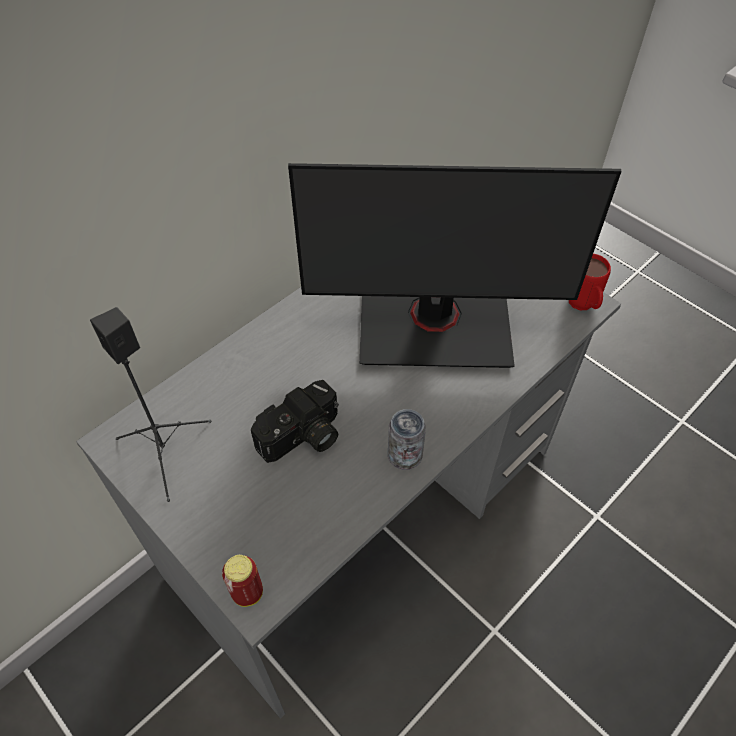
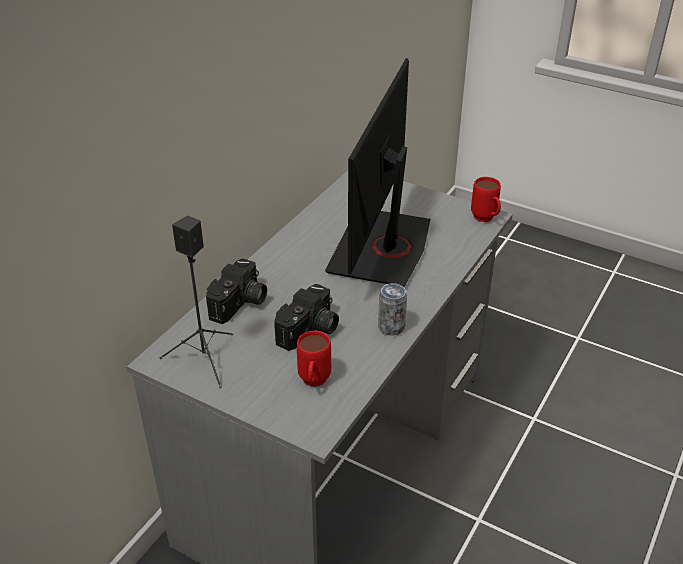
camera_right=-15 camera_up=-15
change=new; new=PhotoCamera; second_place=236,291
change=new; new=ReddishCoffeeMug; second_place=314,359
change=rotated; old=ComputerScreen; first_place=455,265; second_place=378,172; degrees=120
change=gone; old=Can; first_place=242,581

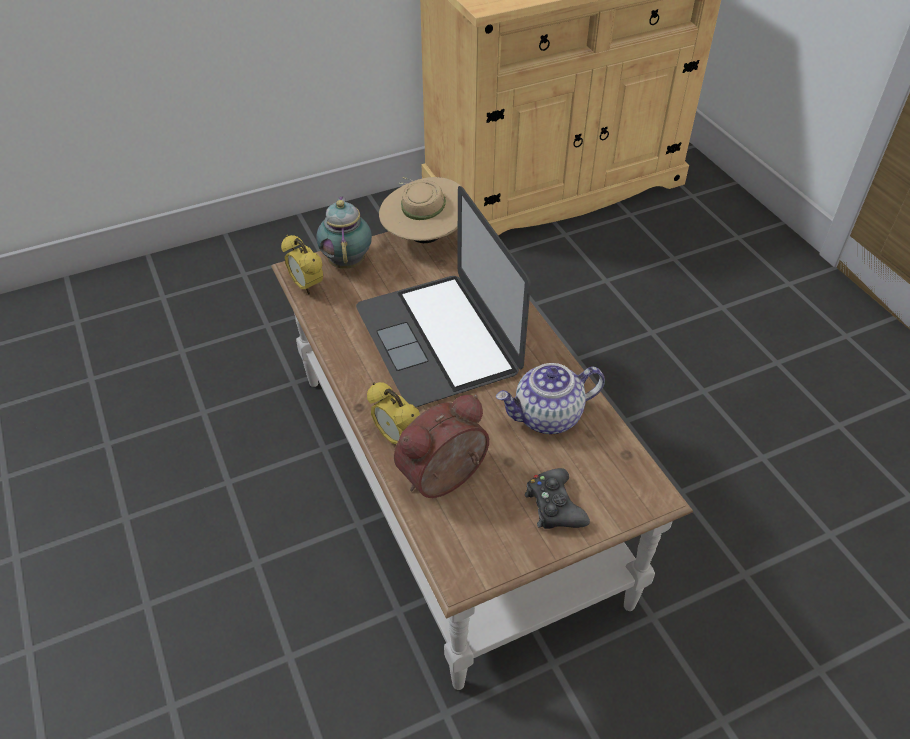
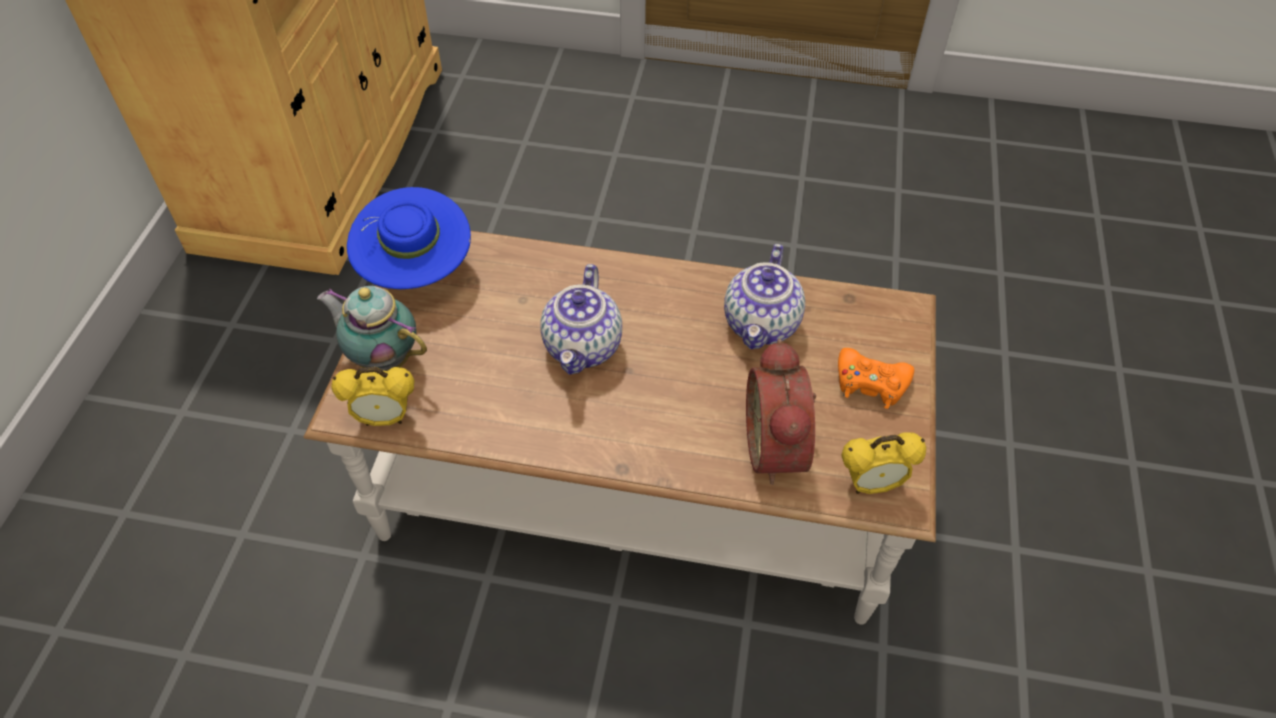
camera_right=-55 camera_up=5
change=repainted; old=BeigeColouredWearableHat; new=BlueColouredWearableHat; first_place=420,210; second_place=409,238
change=swapped; old=Laptop; new=PotForTea; first_place=443,296; second_place=581,319
change=repainted; old=BlackGamepad; new=OrangeColouredGamepad; first_place=557,498; second_place=876,378
change=shifted; old=AlarmClock; first_place=393,413; second_place=883,463

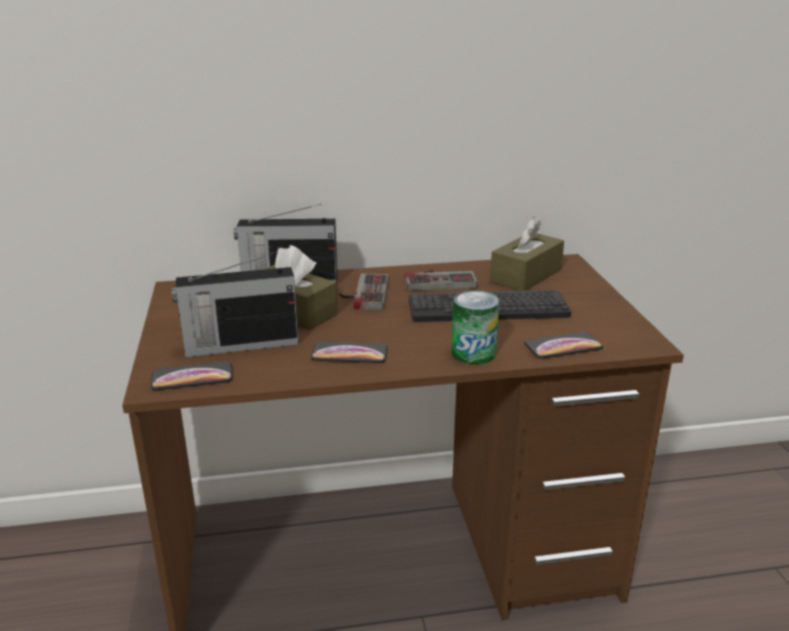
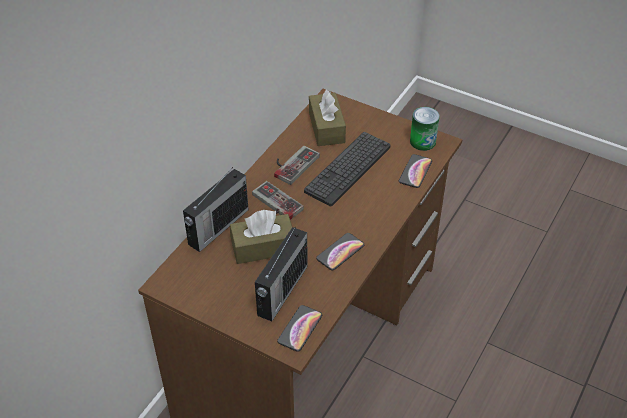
camera_right=-50 camera_up=20
change=shifted; old=Can; first_place=476,327; second_place=425,129

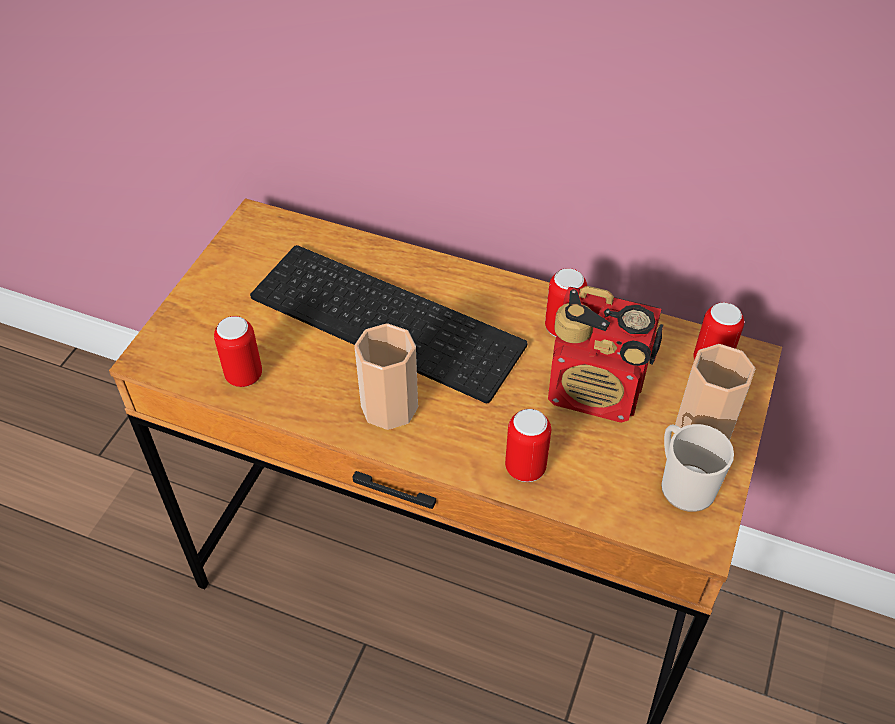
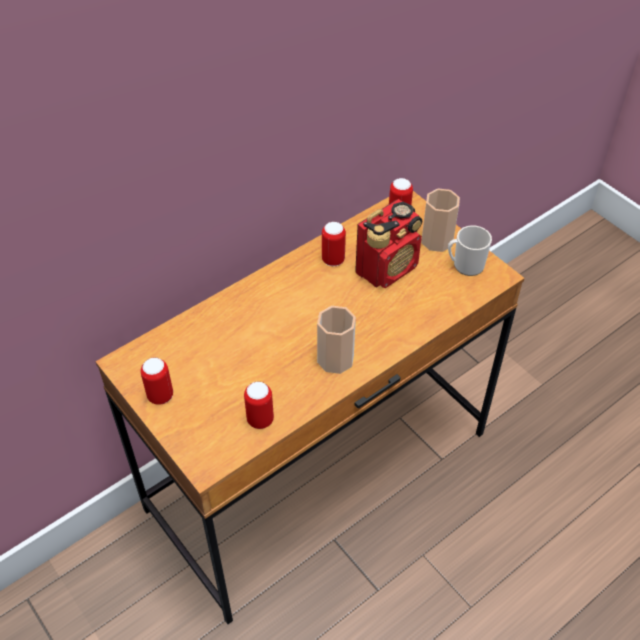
camera_right=-60 camera_up=0
change=shifted; old=Can; first_place=528,445; second_place=157,381
change=gone; old=ComputerKeyboard; first_place=388,324

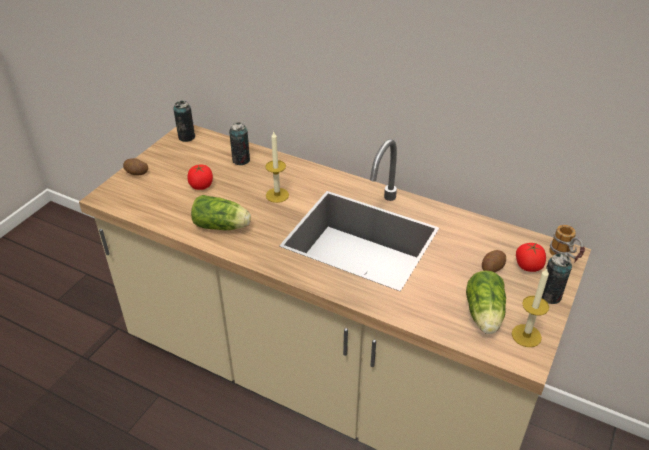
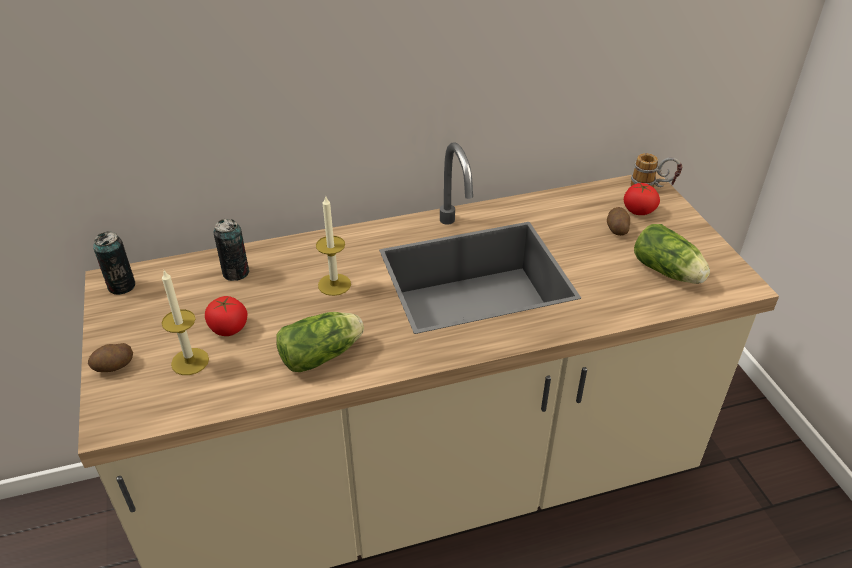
camera_right=-45 camera_up=0
change=shifted; old=WaxLight; first_place=530,307; second_place=185,322
change=gone; old=Can; first_place=557,278

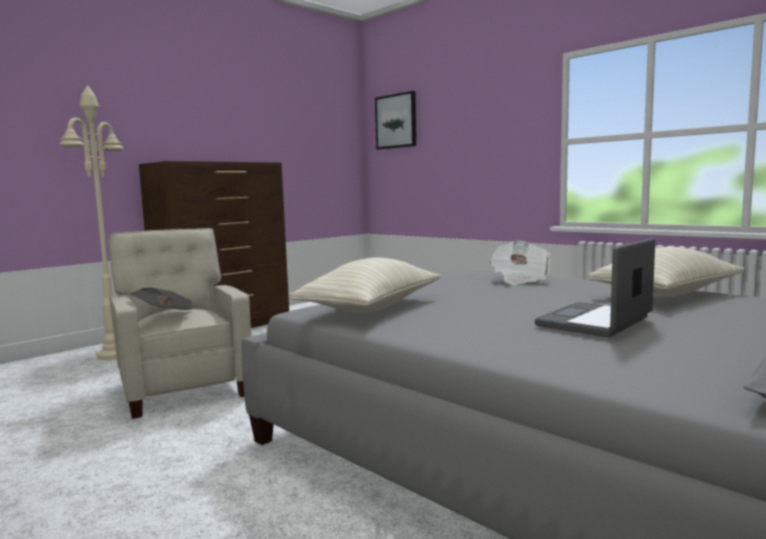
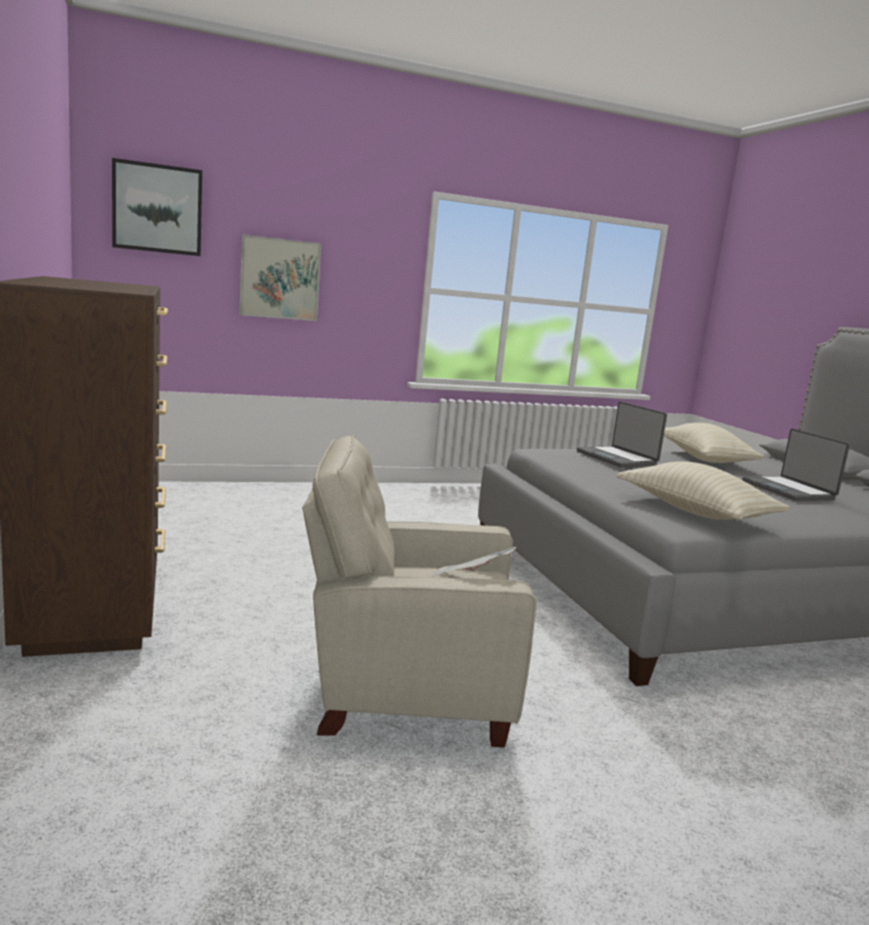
camera_right=-65 camera_up=5
change=new; new=WallPicture; second_place=280,277
change=swapped; old=PrintedPaper; new=Laptop; first_place=520,263; second_place=622,434
change=gone; old=BeigeColouredStandardLamp; first_place=91,222

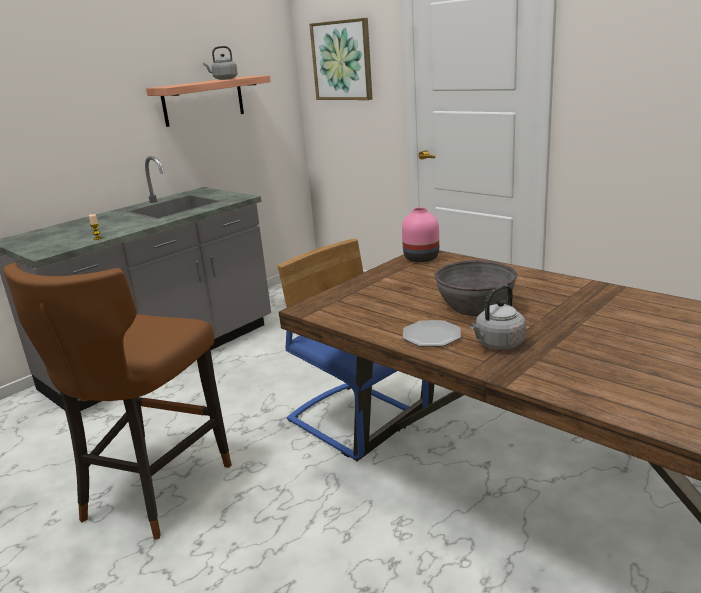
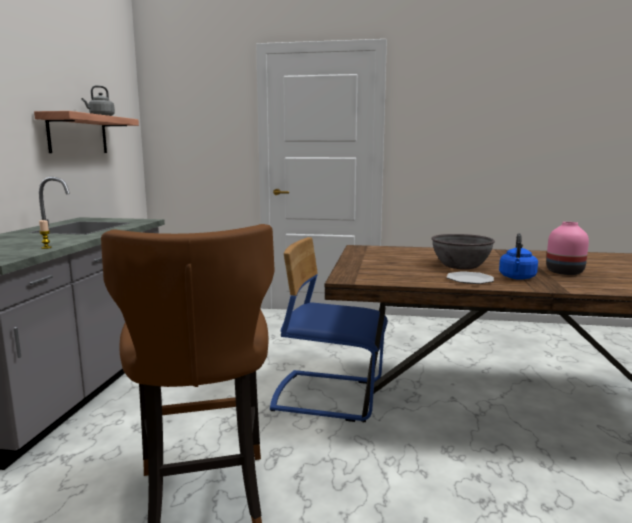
camera_right=-35 camera_up=-10
change=repainted; old=GreyKettle; new=BlueColouredKettle; first_place=497,317; second_place=518,256
change=shifted; old=PinkishDecorativeVase; first_place=420,234; second_place=567,248
change=gone; old=WallPicture; first_place=340,59

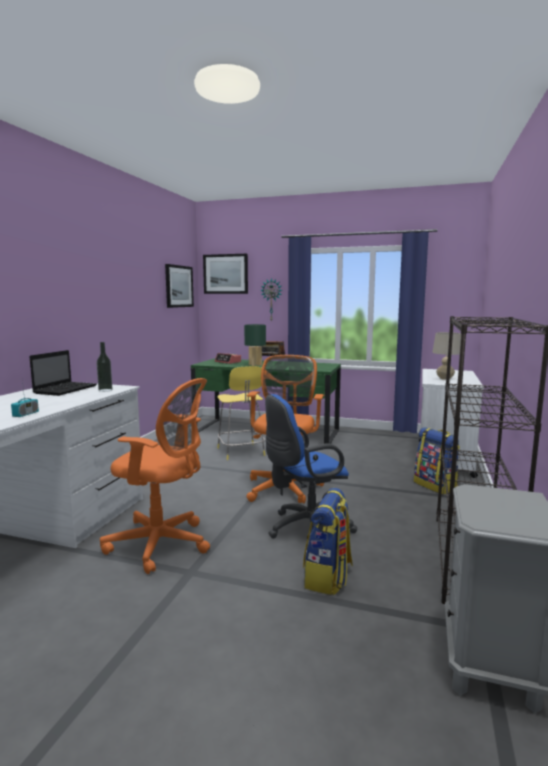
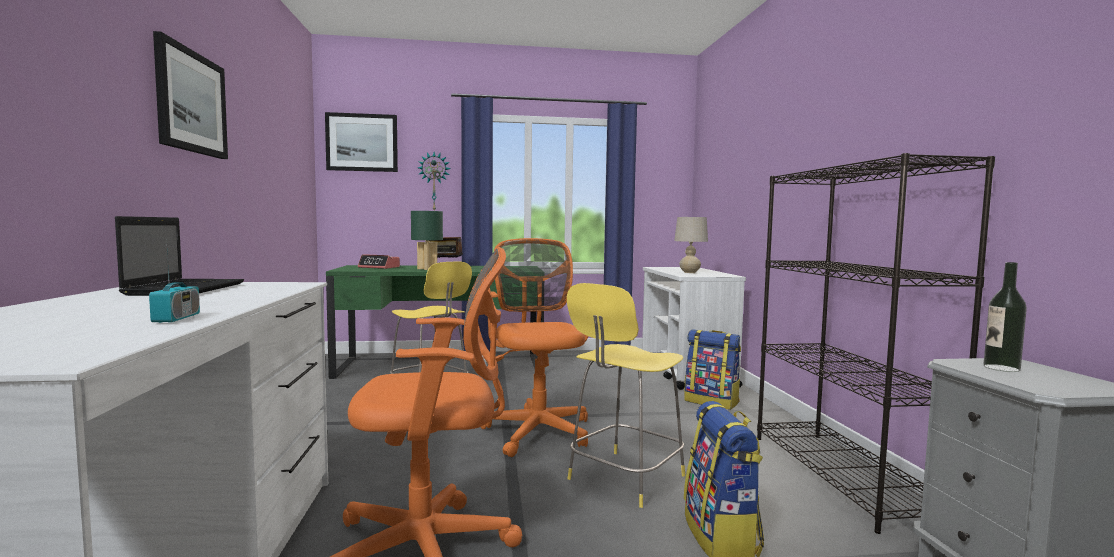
camera_right=-25 camera_up=-5
change=shifted; old=WallPicture; first_place=179,286; second_place=190,95
change=swapped; old=BlueColouredDeskChair; new=YellowishSittingStool; first_place=311,466; second_place=626,395
change=shifted; old=DrinkBottle; first_place=104,367; second_place=1005,317

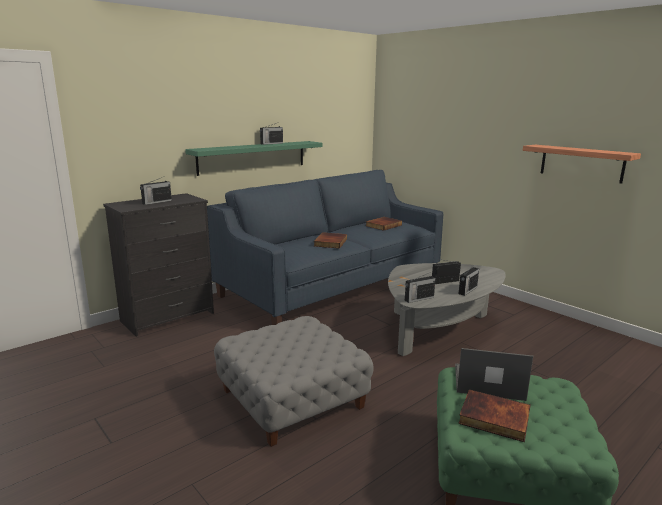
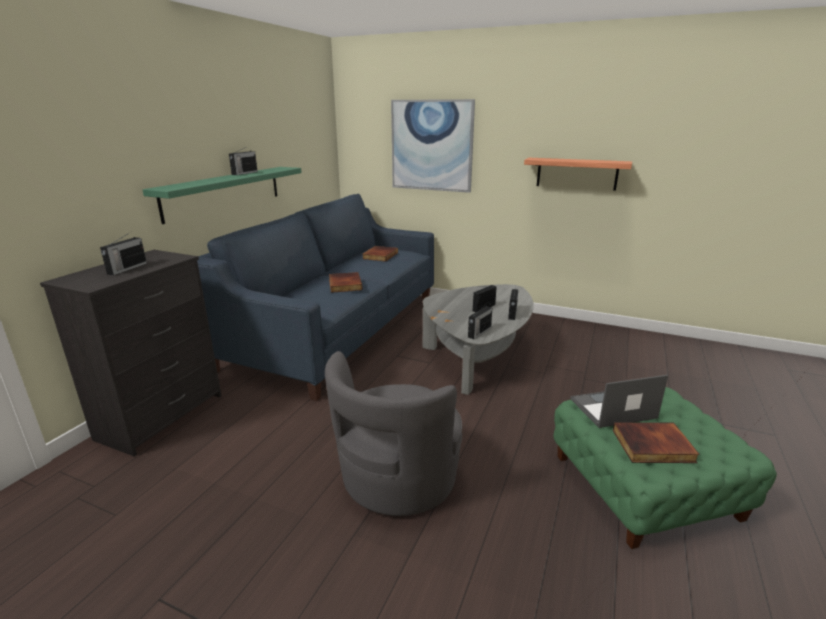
camera_right=-25 camera_up=5
change=swapped; old=GreyOttoman; new=GreyEasyChair; first_place=294,381; second_place=393,433
change=new; new=WallPicture; second_place=433,146

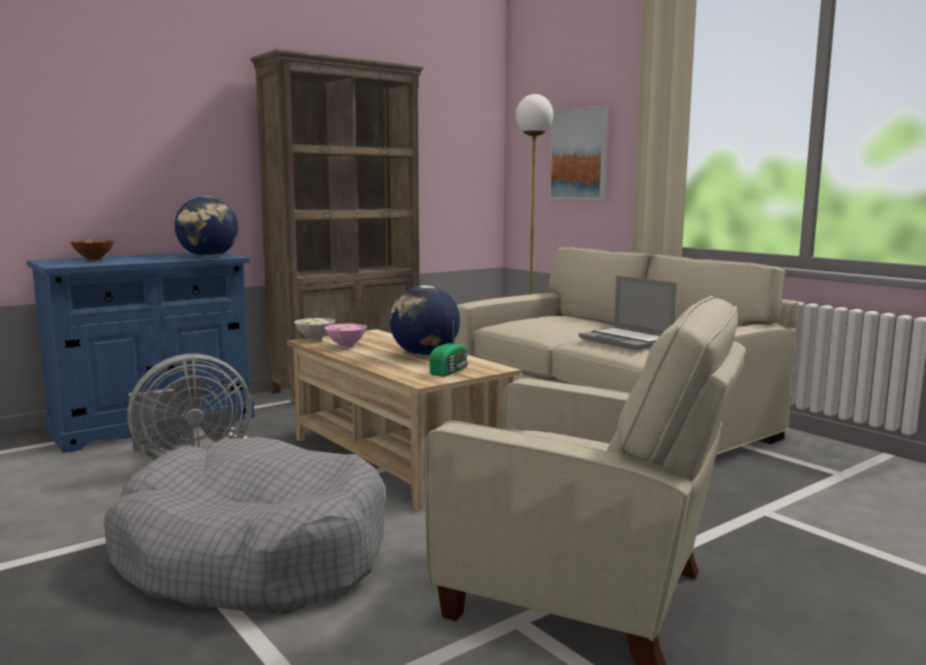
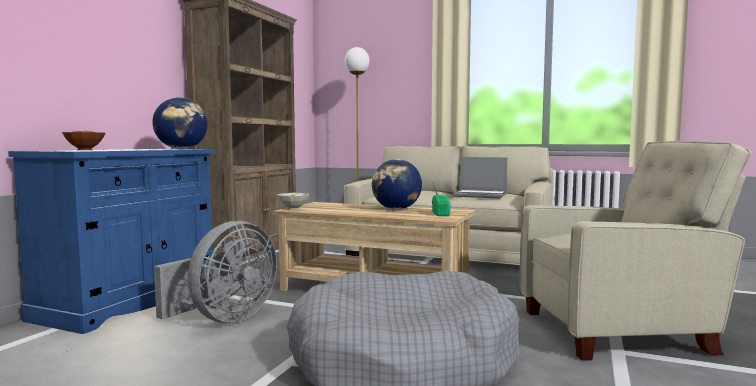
camera_right=-30 camera_up=-5
change=gone; old=PinkishServingBowl; first_place=346,335
change=gone; old=WallPicture; first_place=579,152

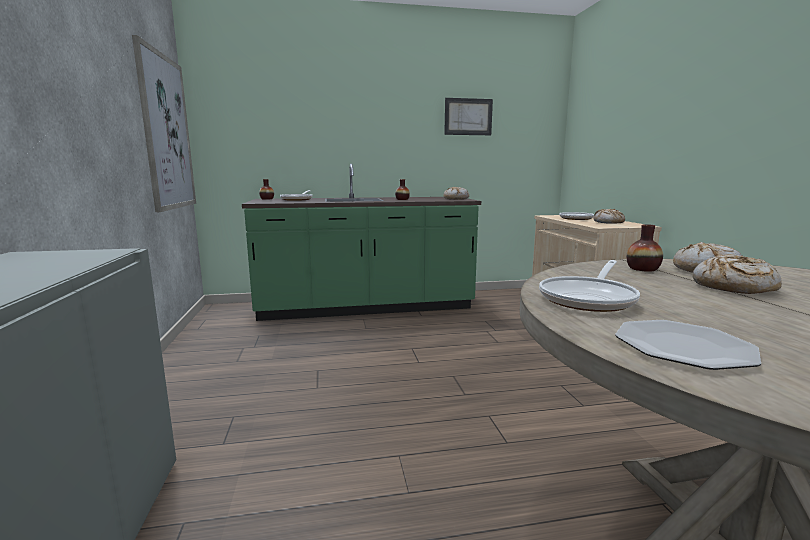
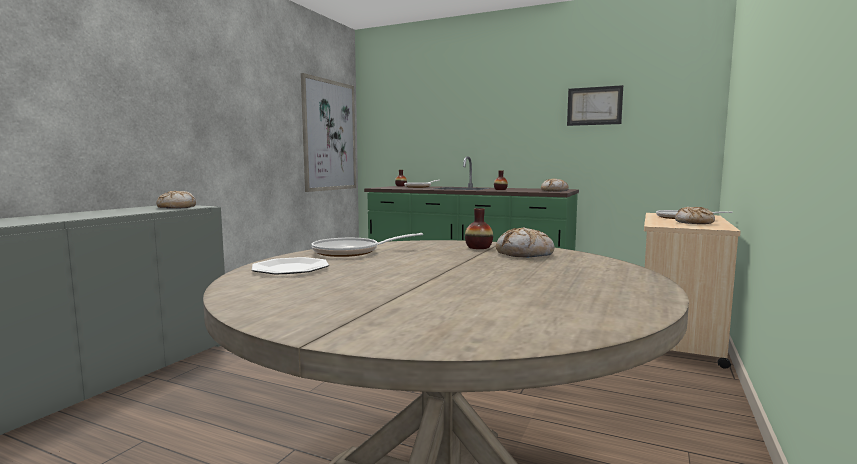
camera_right=35 camera_up=-5
change=shifted; old=Bread; first_place=737,274; second_place=176,200

